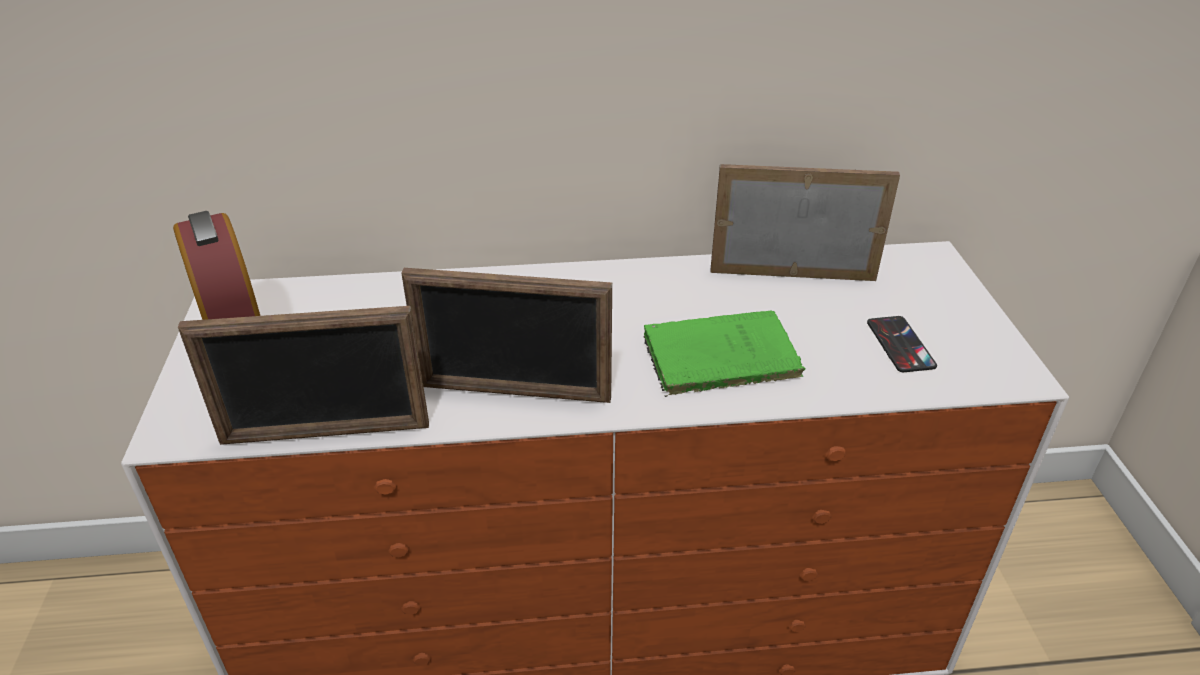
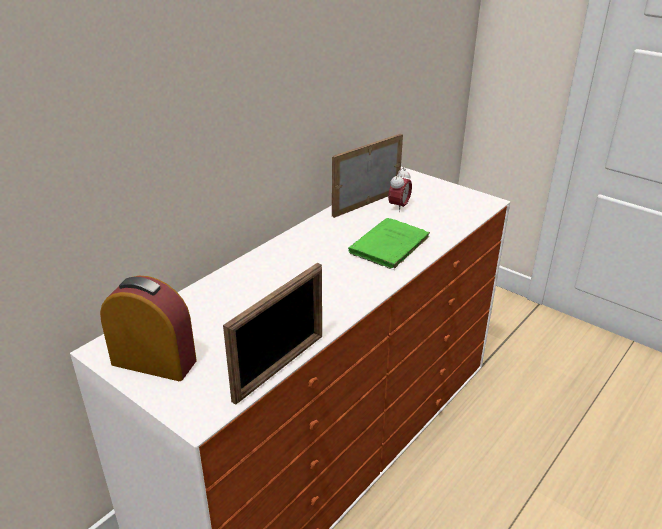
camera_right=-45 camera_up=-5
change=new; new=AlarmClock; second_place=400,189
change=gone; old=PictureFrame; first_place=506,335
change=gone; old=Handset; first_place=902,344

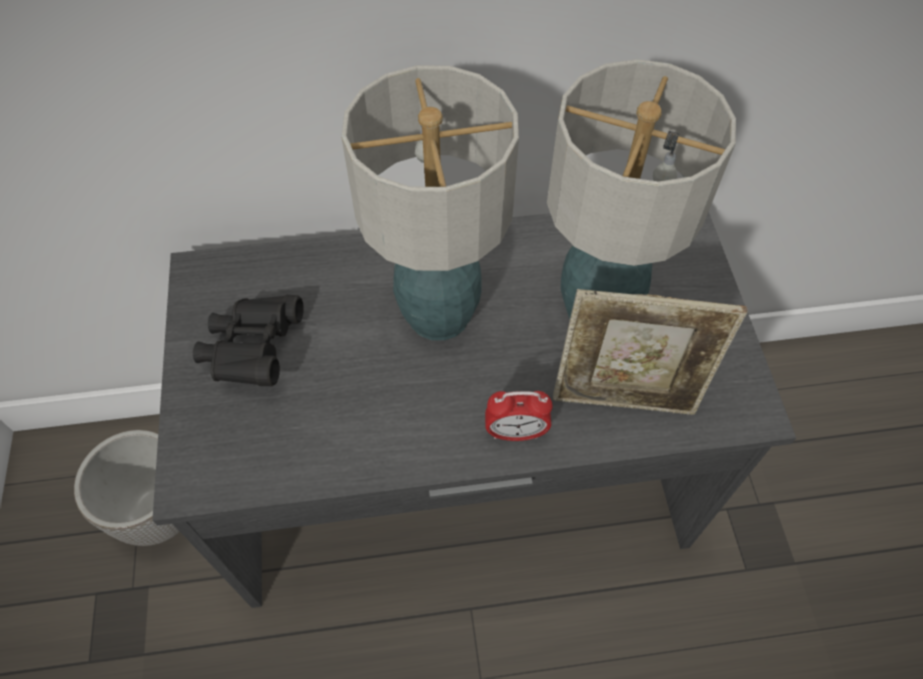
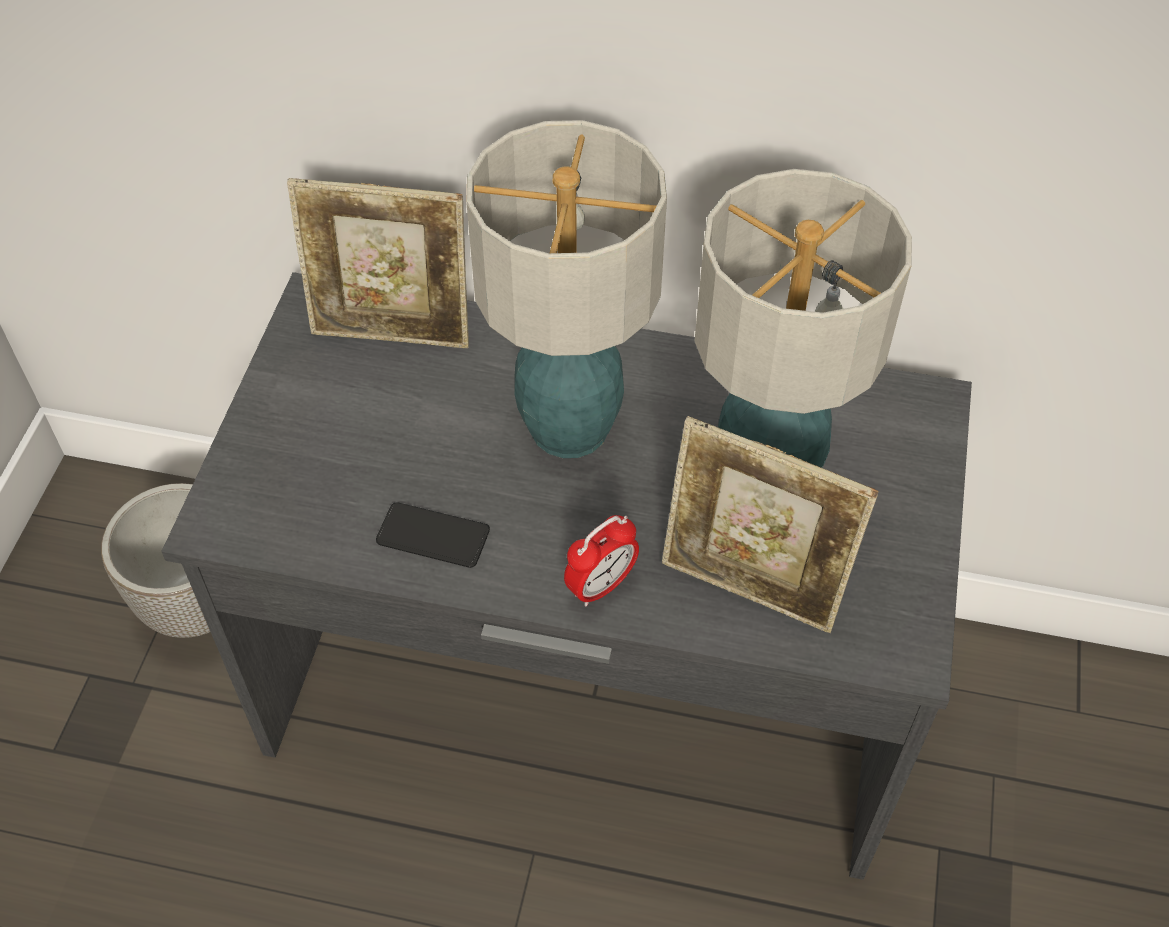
camera_right=20 camera_up=-5
change=new; new=PictureFrame; second_place=378,263
change=new; new=Handset; second_place=433,535
change=rotated; old=AlarmClock; first_place=518,416; second_place=601,561; degrees=-60
change=gone; old=BlackBinoculars; first_place=248,340

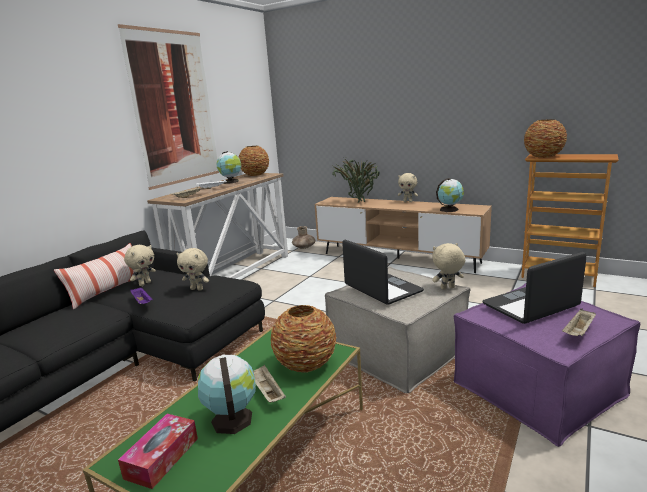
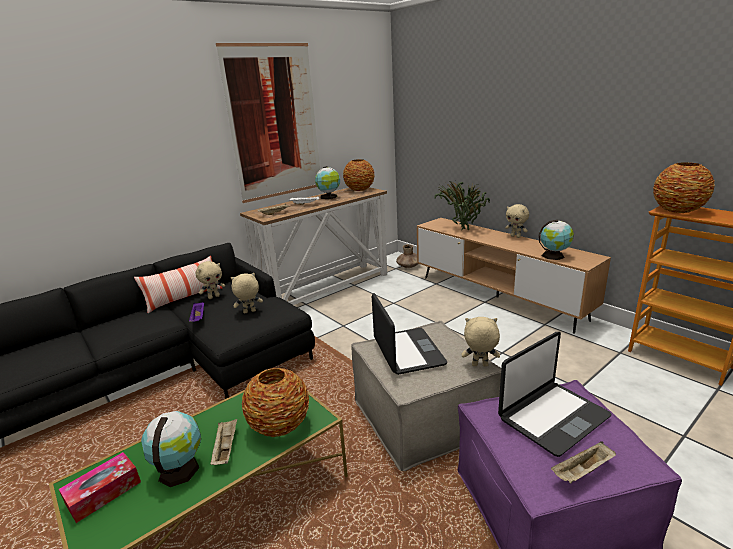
camera_right=20 camera_up=5
change=rotated; old=BeigeColouredPlushToy; first_place=192,269; second_place=247,293; degrees=120
change=rotated; old=Laptop; first_place=534,288; second_place=555,394; degrees=150

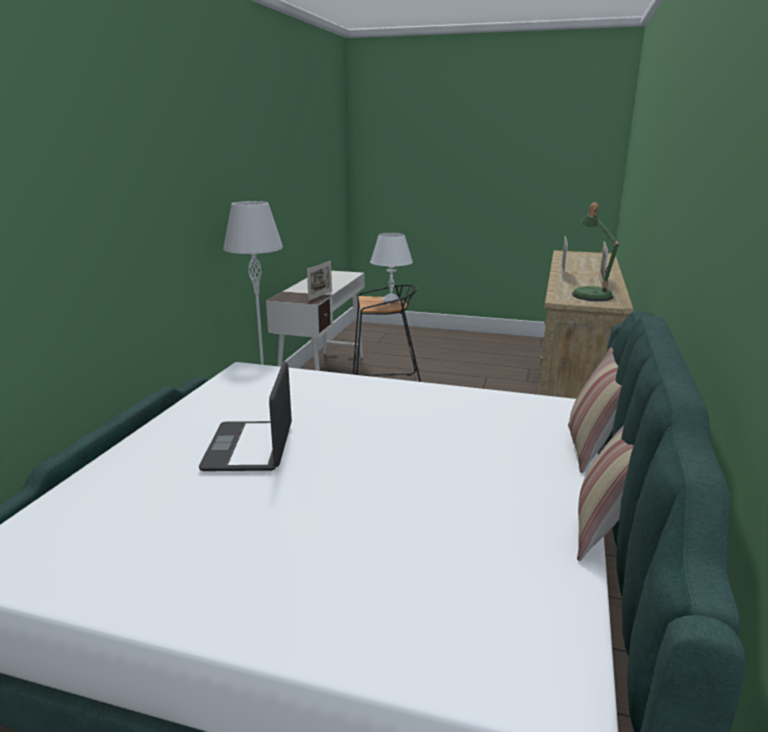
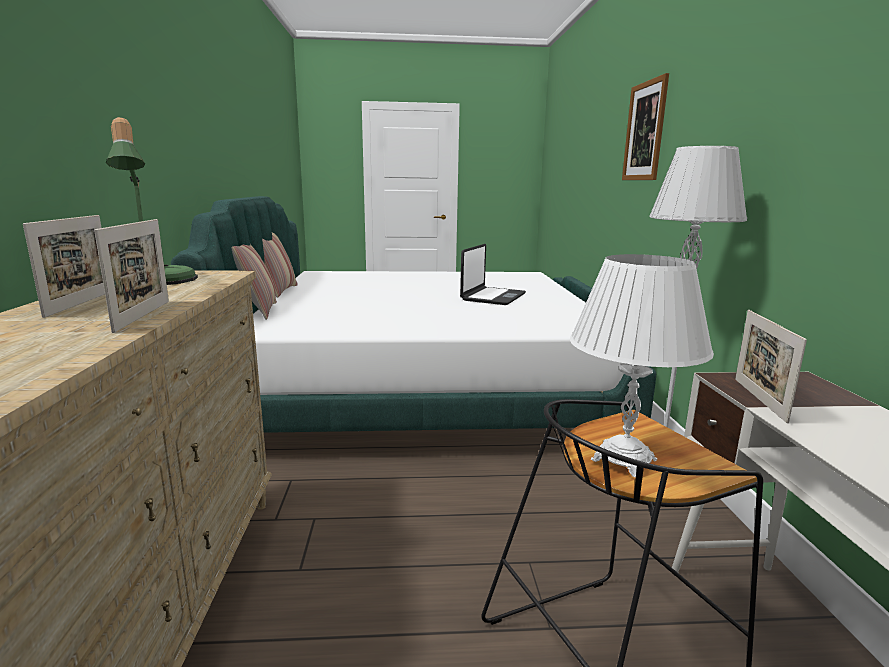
camera_right=160 camera_up=-5
change=rotated; old=Laptop; first_place=245,416; second_place=493,274; degrees=45
change=new; new=WallPicture; second_place=645,126

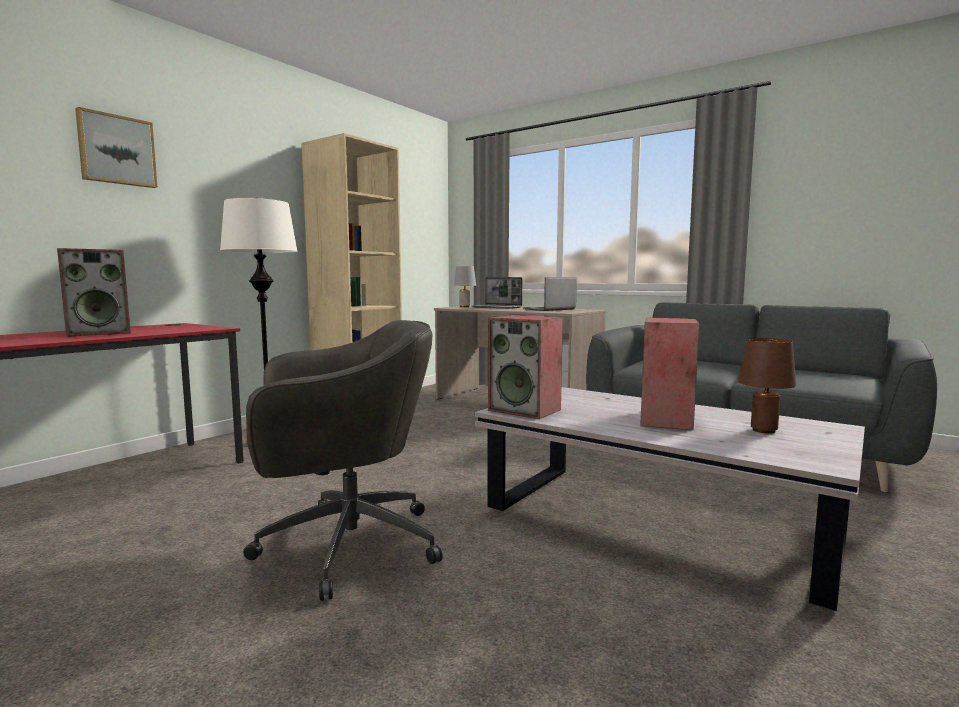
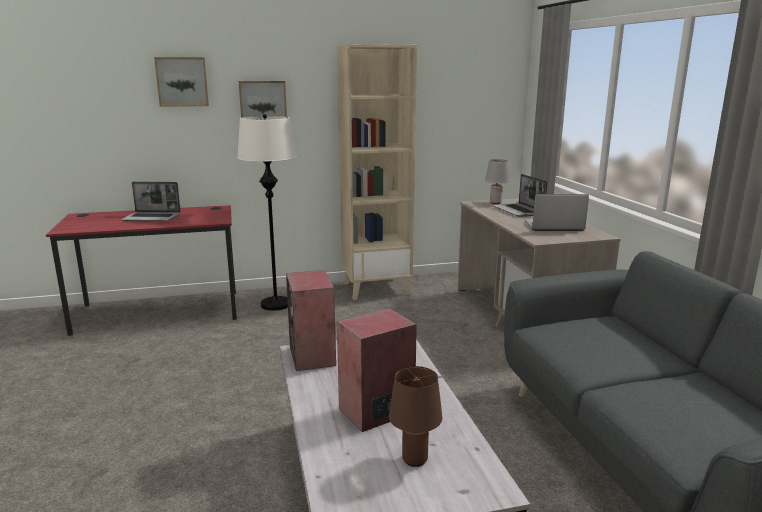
camera_right=40 camera_up=10
change=swapped; old=Speaker; new=Laptop; first_place=94,292; second_place=151,201
change=new; new=WallPicture; second_place=263,99
change=gone; old=GreyDeskChair; first_place=343,460

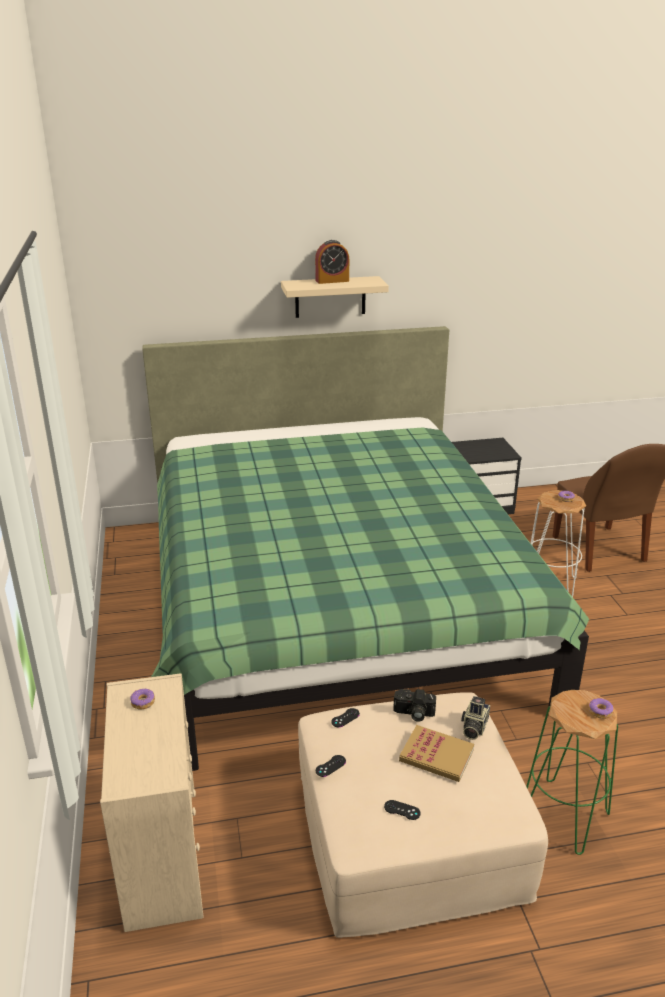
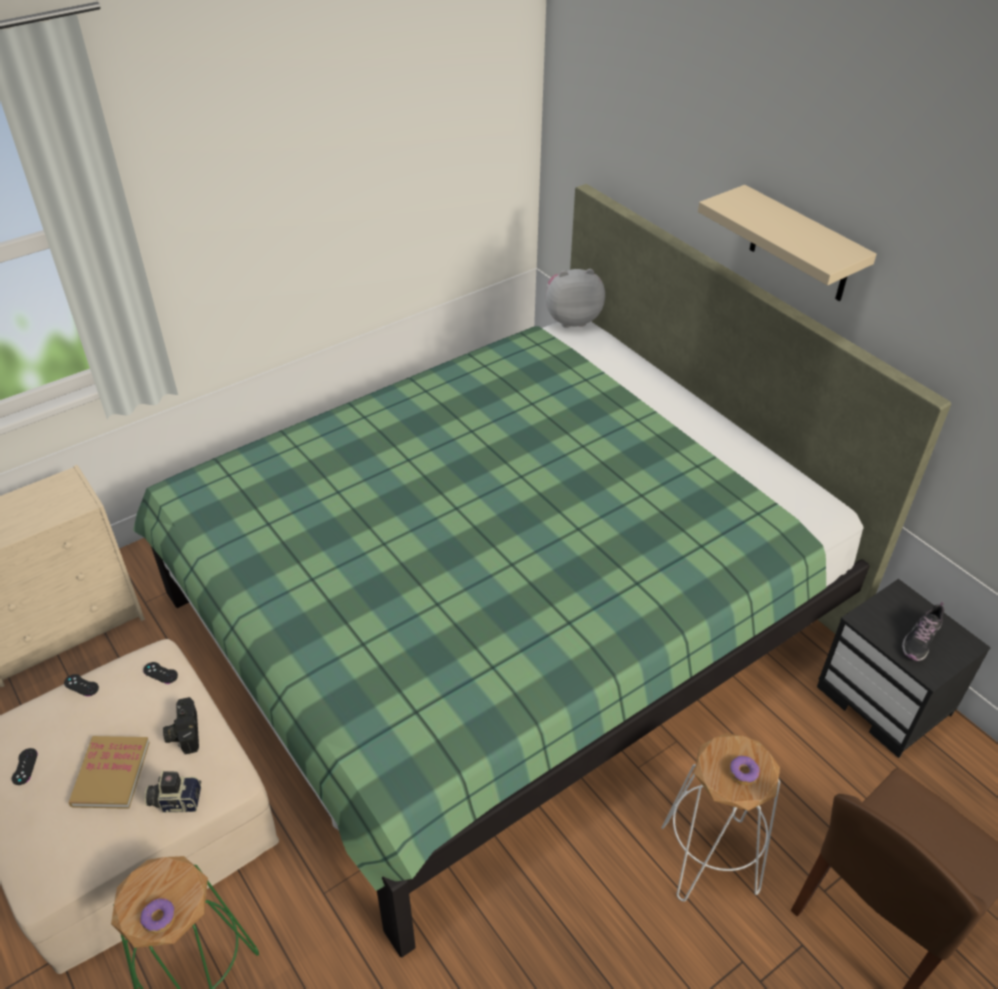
camera_right=65 camera_up=15
change=new; new=PlushToy; second_place=575,298
change=new; new=ItemOfFootwear; second_place=923,631
change=gone; old=Donut; first_place=142,699
change=gone; old=AlarmClock; first_place=332,262

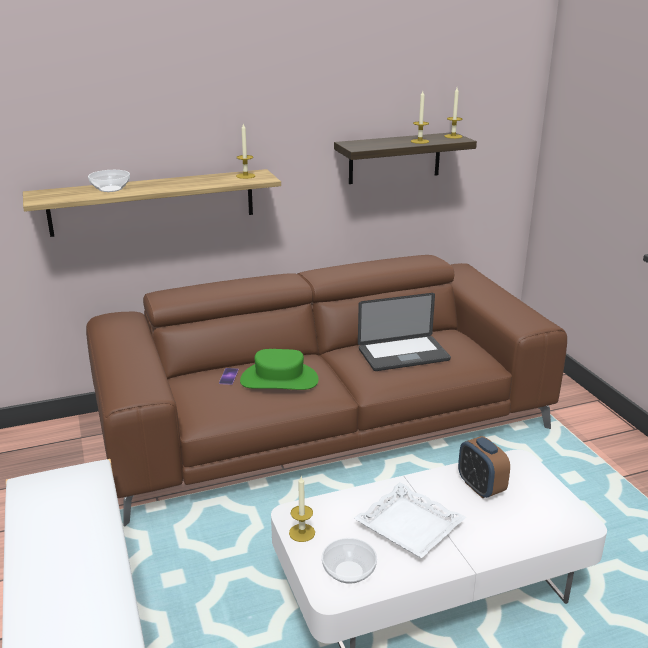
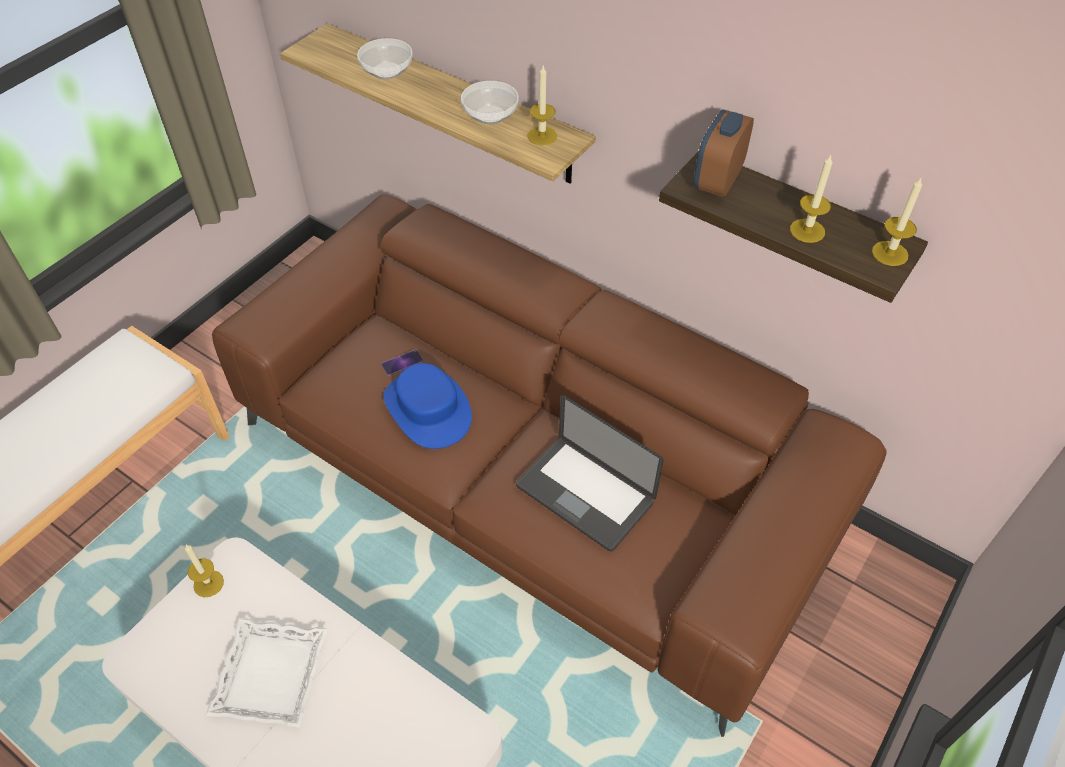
camera_right=55 camera_up=25
change=repainted; old=GreenWearableHat; new=BlueColouredWearableHat; first_place=279,369; second_place=427,406
change=shifted; old=ServingBowl; first_place=349,561; second_place=490,102
change=shifted; old=AlarmClock; first_place=484,467; second_place=724,153

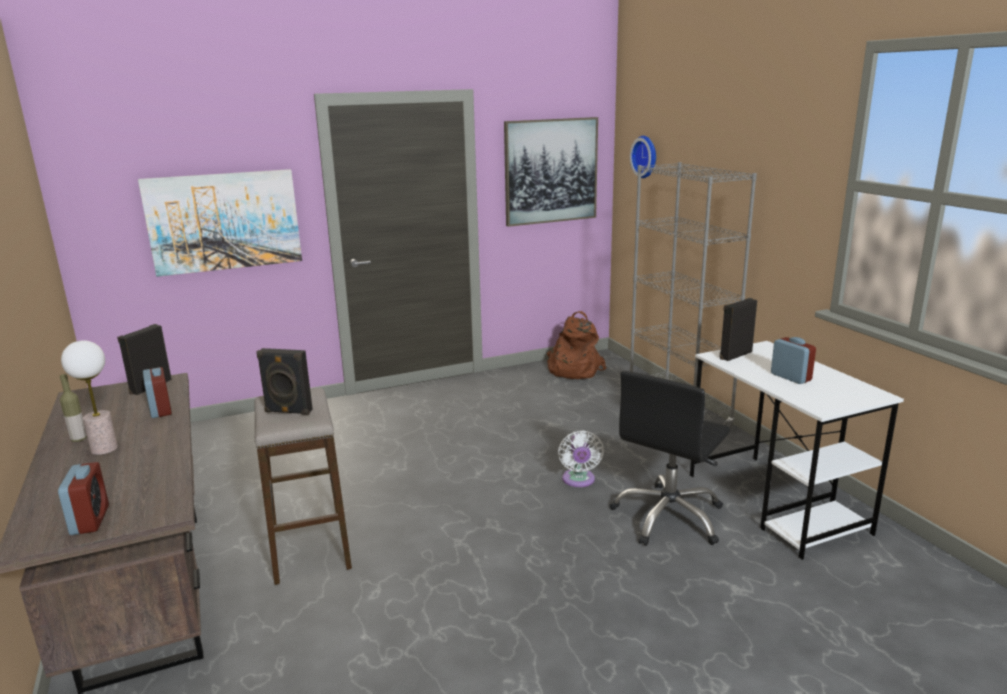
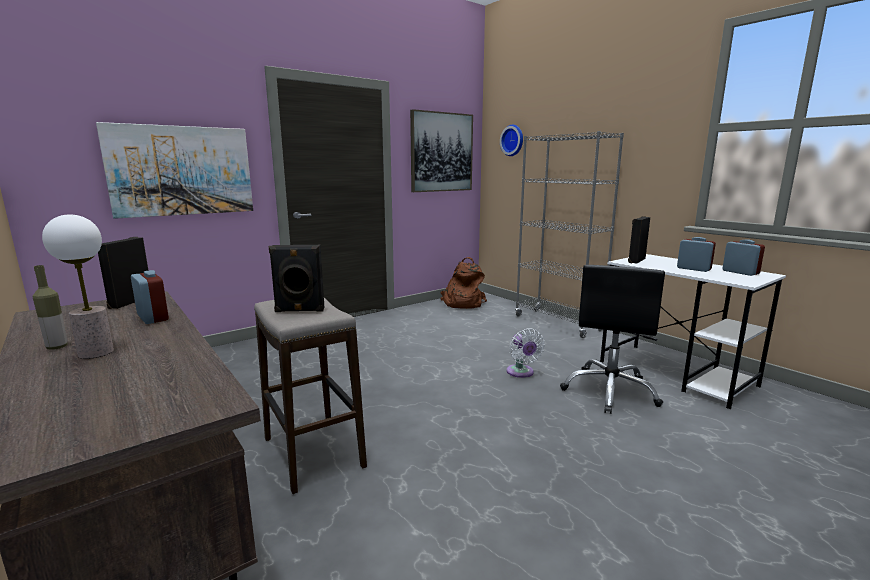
camera_right=-15 camera_up=-5
change=shifted; old=AlarmClock; first_place=83,498; second_place=743,257

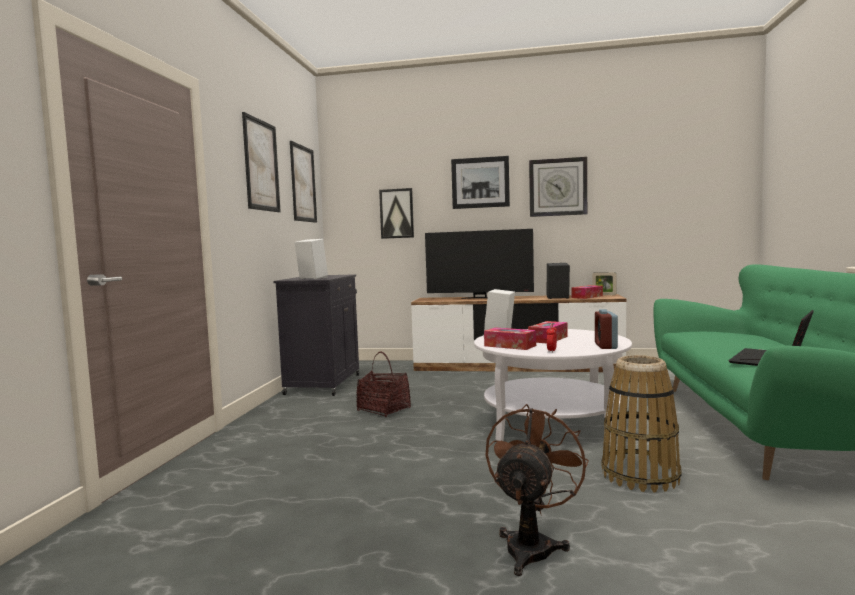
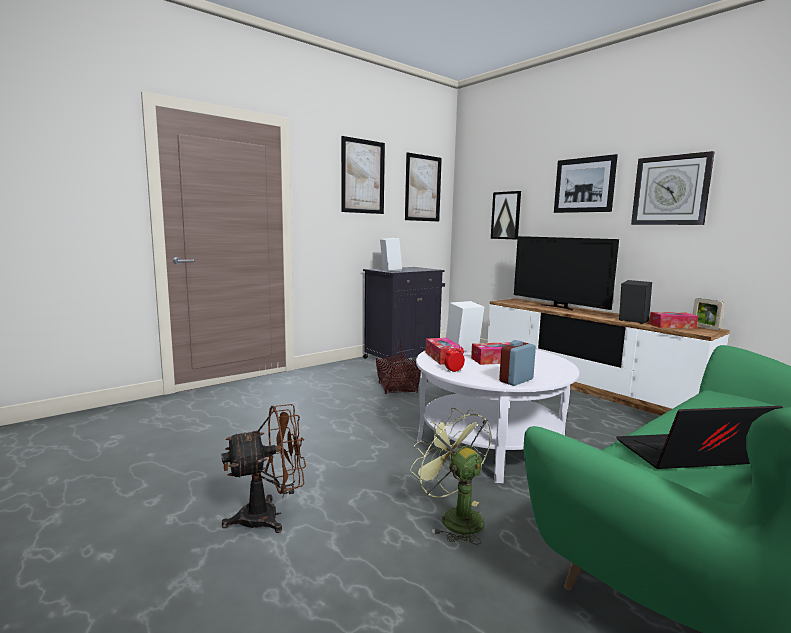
camera_right=40 camera_up=5
change=swapped; old=Basket; new=GreenCoolingFan; first_place=641,423; second_place=451,476

